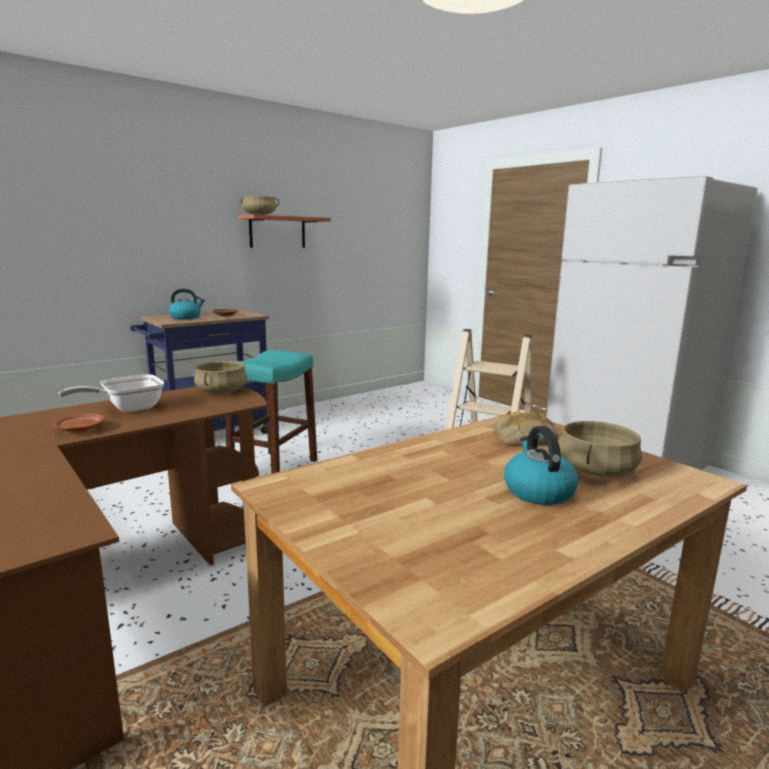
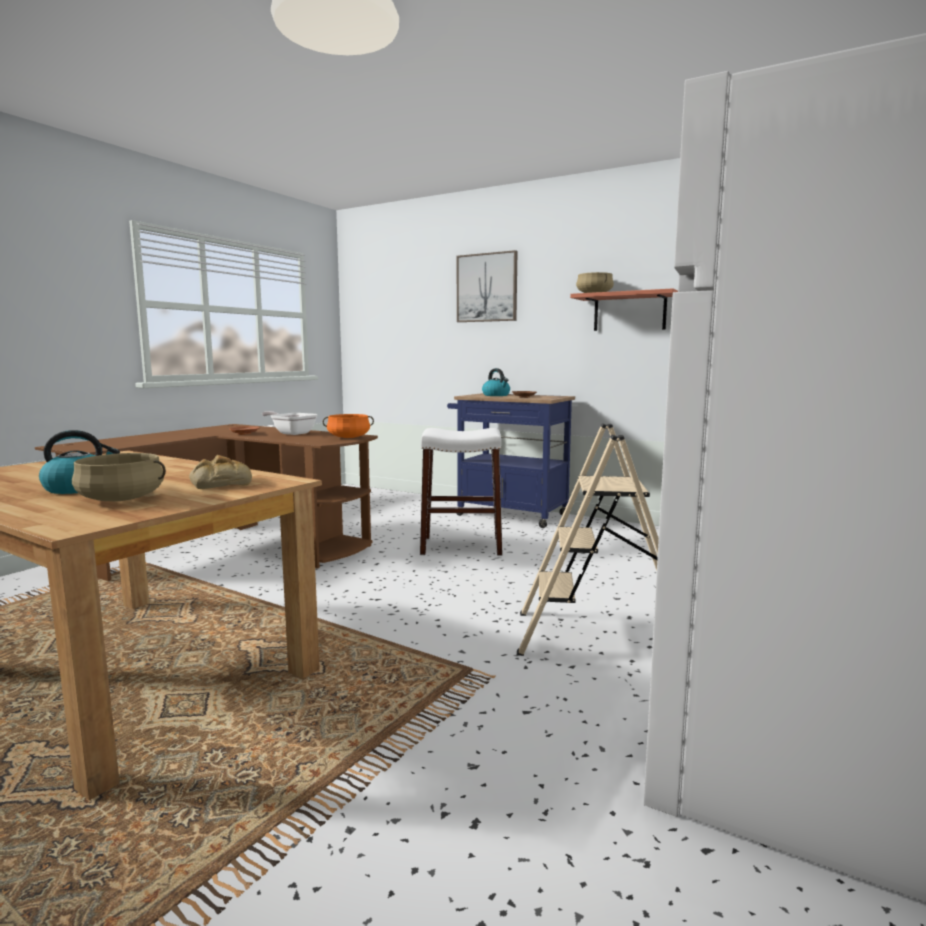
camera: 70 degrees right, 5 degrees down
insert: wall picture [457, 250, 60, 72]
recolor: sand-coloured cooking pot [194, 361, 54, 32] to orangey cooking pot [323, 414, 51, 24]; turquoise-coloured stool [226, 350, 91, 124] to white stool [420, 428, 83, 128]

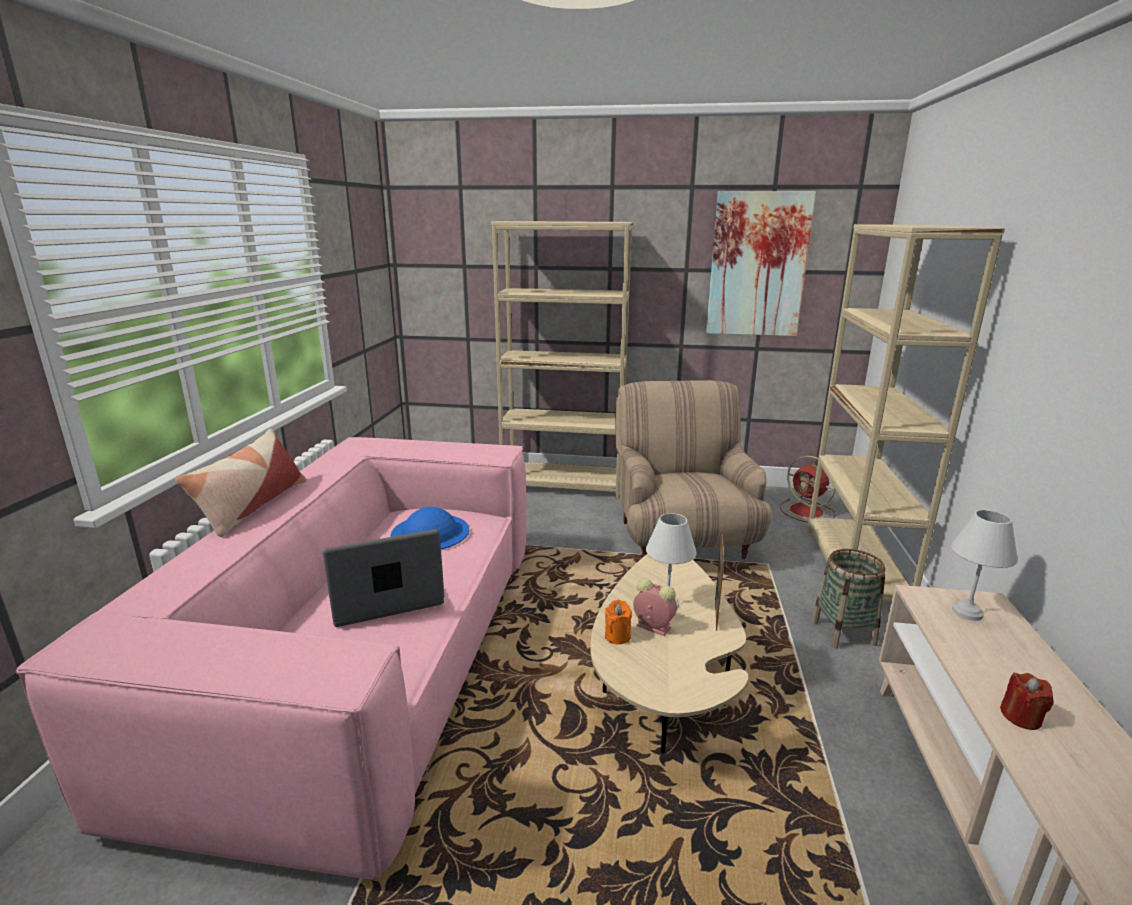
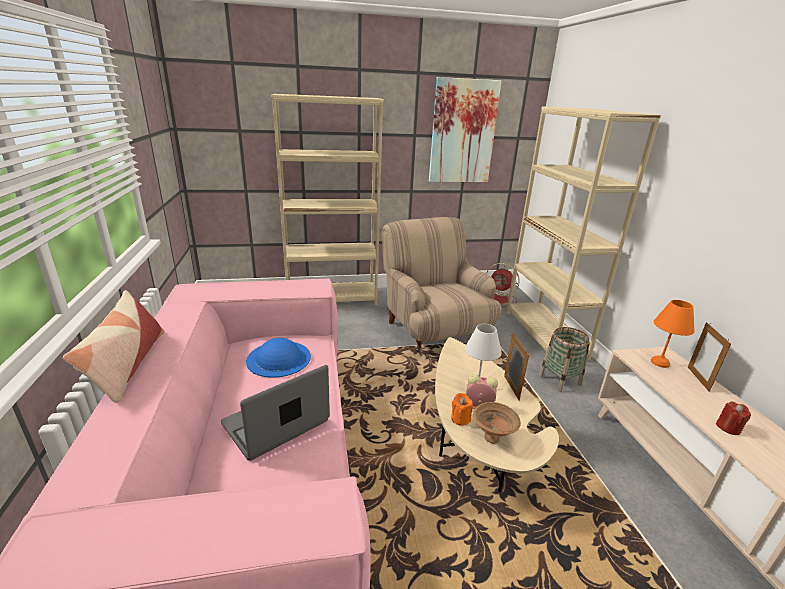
camera: 20 degrees left, 5 degrees up
insert: brownish deep dish [473, 402, 48, 42]; photo frame [688, 322, 43, 70]
recolor: white lamp for a table [951, 510, 67, 111] to orangey lamp for a table [651, 300, 43, 68]

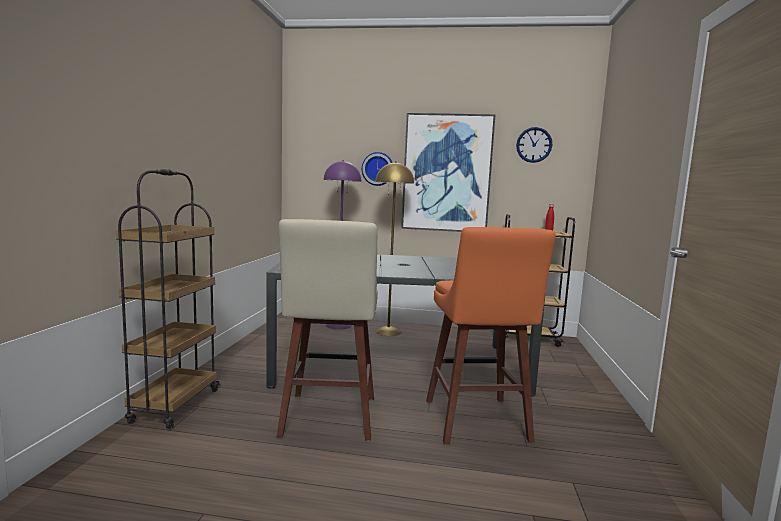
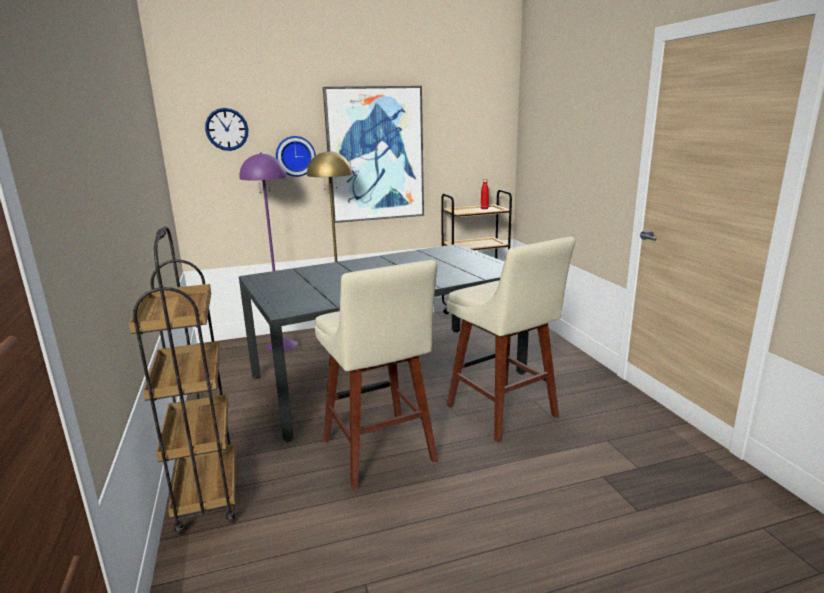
camera: 25 degrees left, 10 degrees up
move: clock on the wall [516, 127, 36, 36] to [205, 108, 43, 43]
recolor: orangey stool [426, 227, 130, 218] to sand-coloured stool [447, 237, 128, 205]

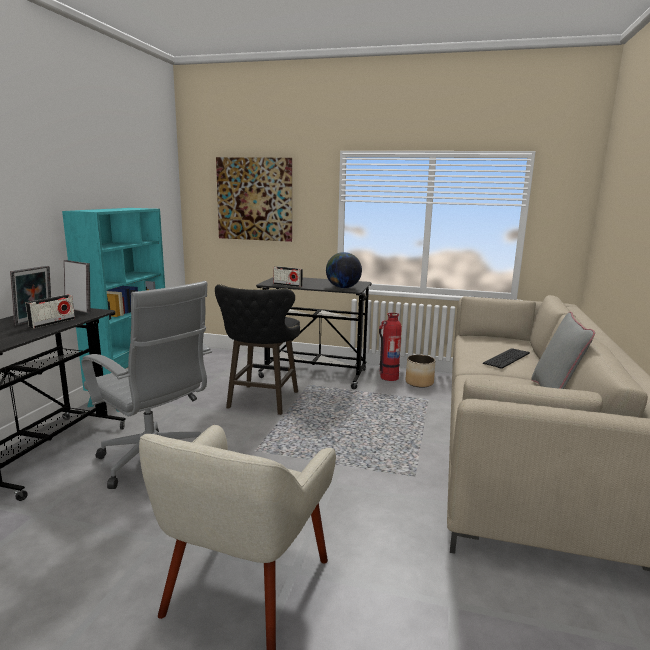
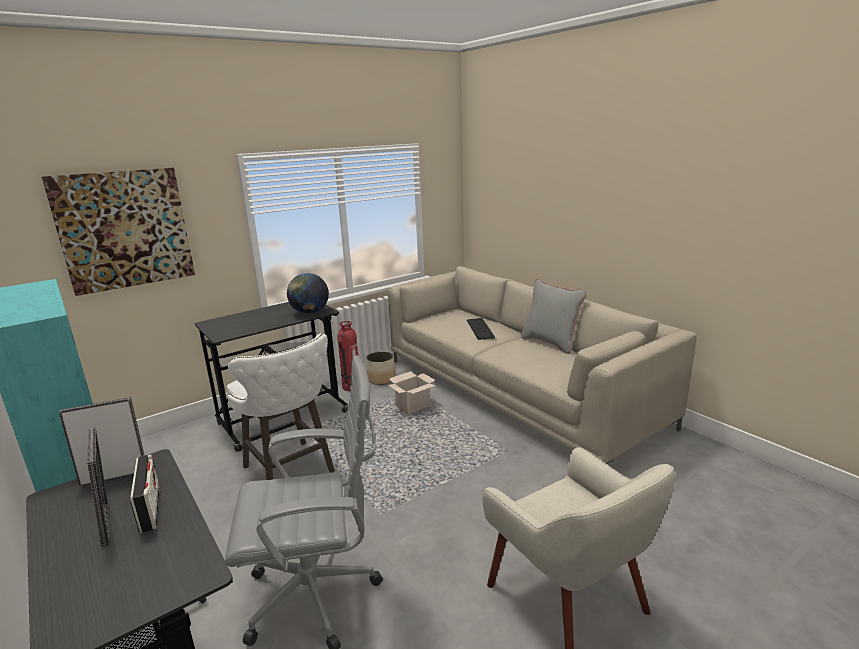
camera: 50 degrees left, 5 degrees up
delete: radio set [273, 266, 30, 21]
insert: cardboard box [388, 371, 48, 44]
recolor: black-coloured stool [215, 284, 85, 131] to white stool [227, 333, 108, 147]

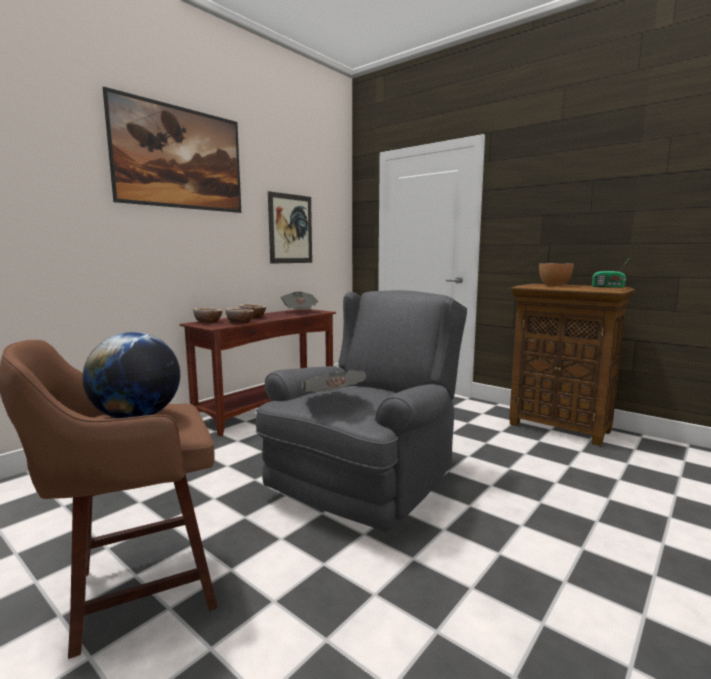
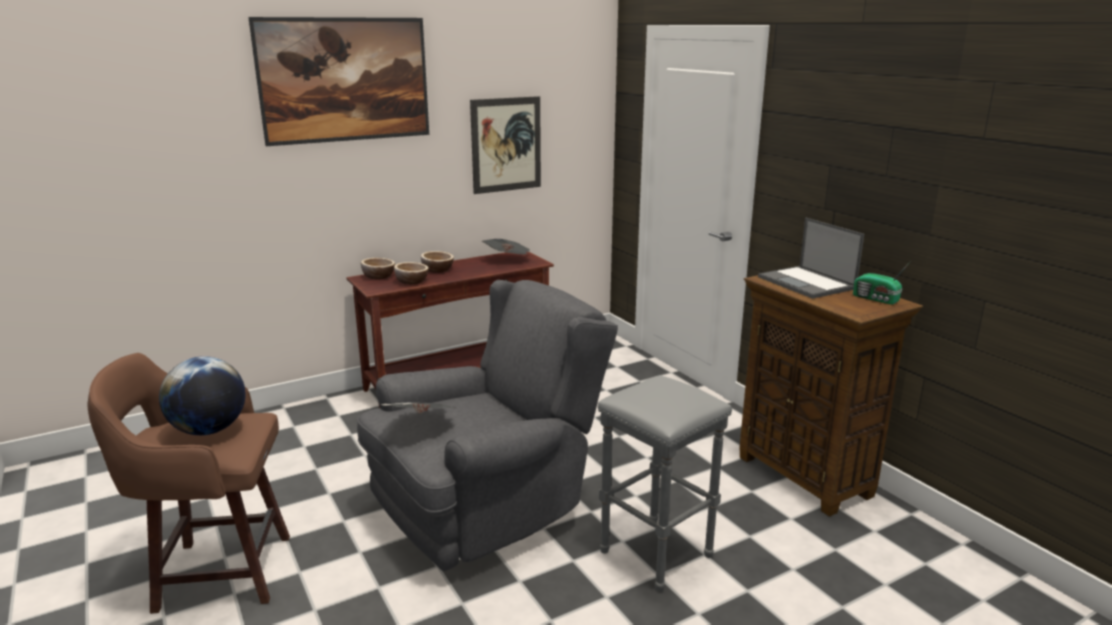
camera: 20 degrees right, 10 degrees up
insert: grey stool [598, 375, 134, 217]
replace: deep dish [539, 263, 35, 23] to portable computer [758, 218, 106, 81]

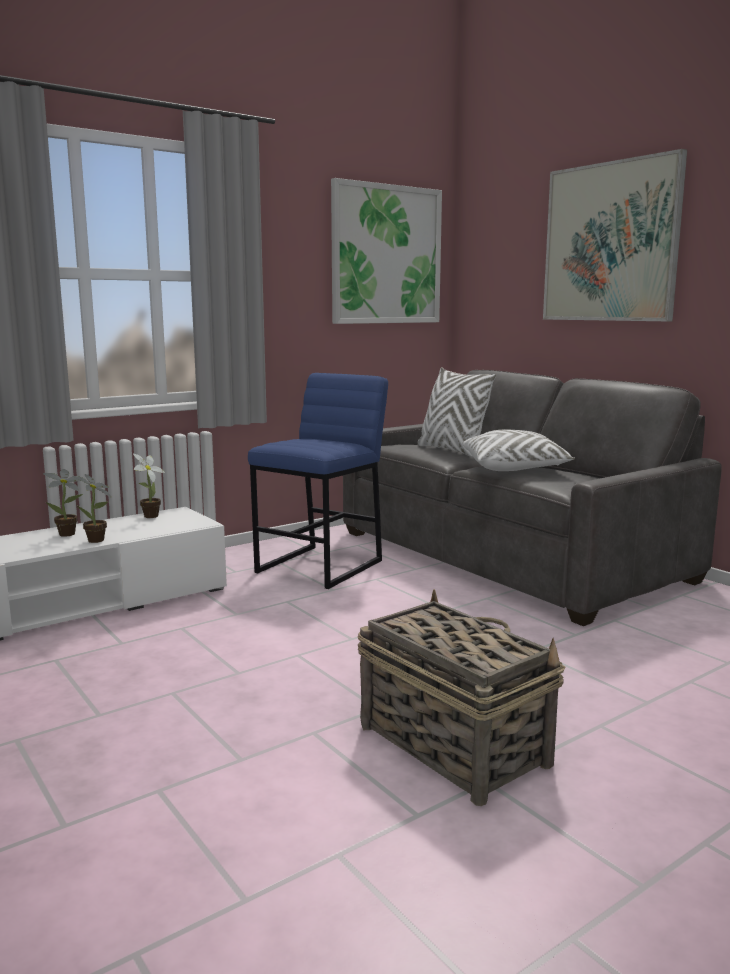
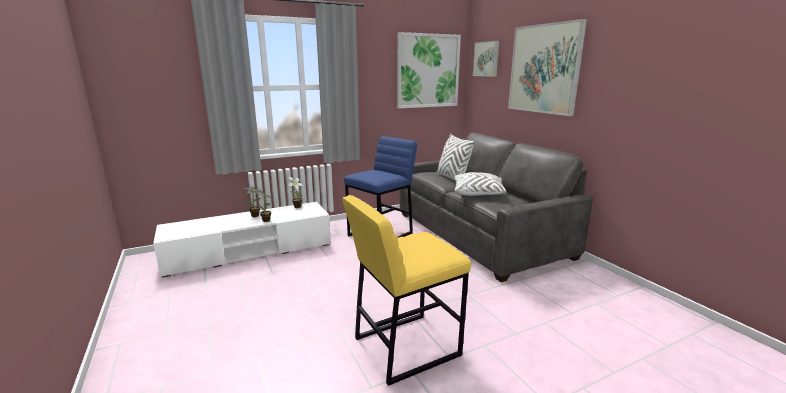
camera: 10 degrees right, 5 degrees up
insert: wall picture [473, 41, 26, 36]
replace: household basket [358, 589, 208, 217] to yellow stool [342, 195, 129, 191]

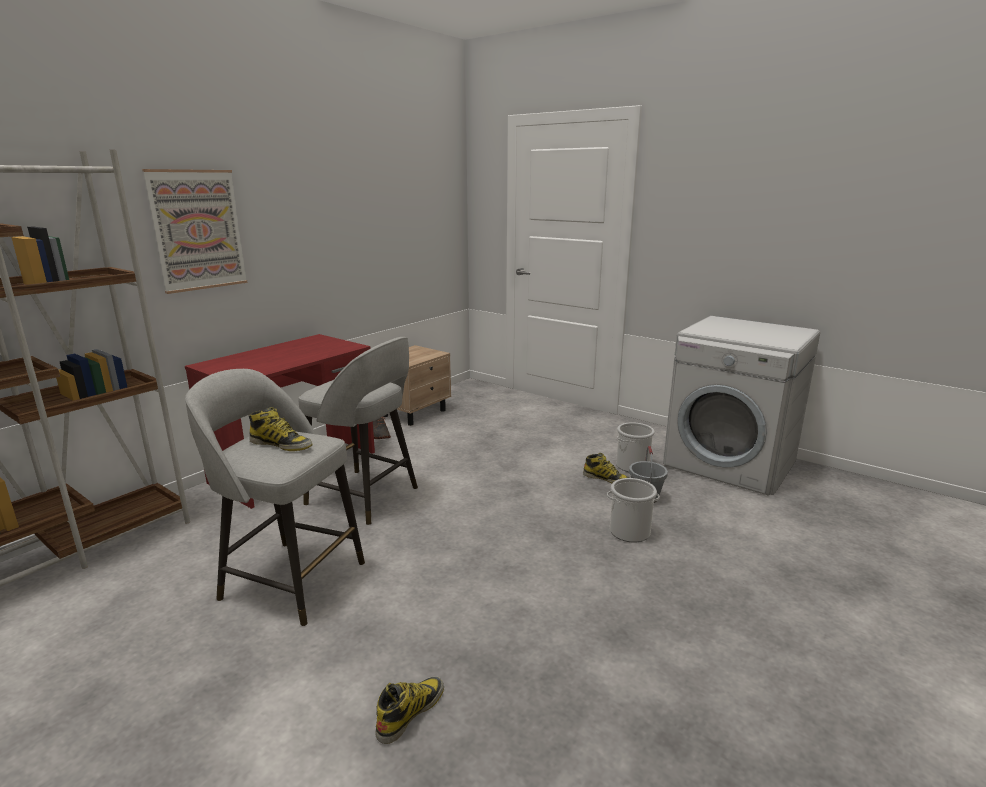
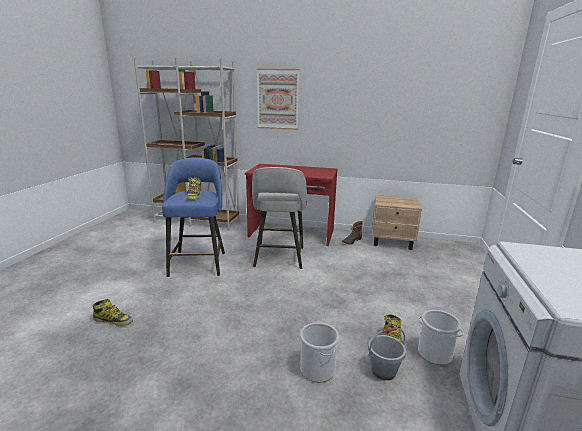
camera: 65 degrees right, 0 degrees up
recolor: grey stool [185, 369, 180, 257] to blue stool [162, 157, 63, 120]

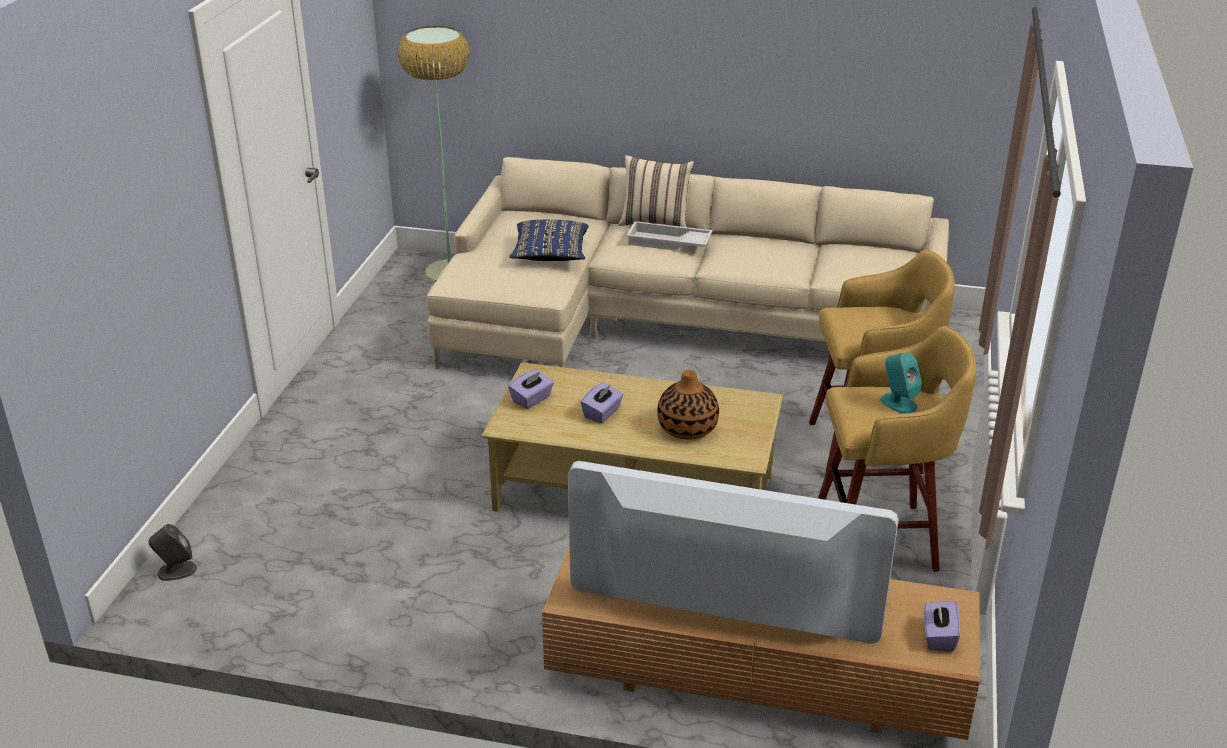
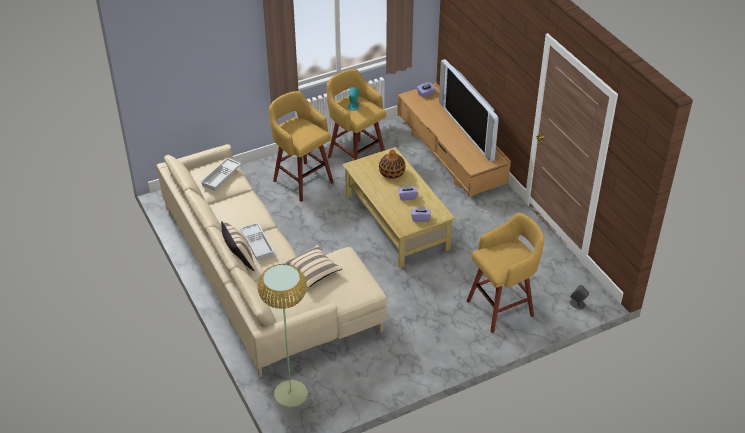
camera: 130 degrees left, 10 degrees up
insert: white serving tray [200, 158, 41, 33]; yellow stool [467, 212, 77, 121]
recolor: blue throw pillow [509, 219, 79, 42] to sand-coloured throw pillow [283, 245, 60, 43]

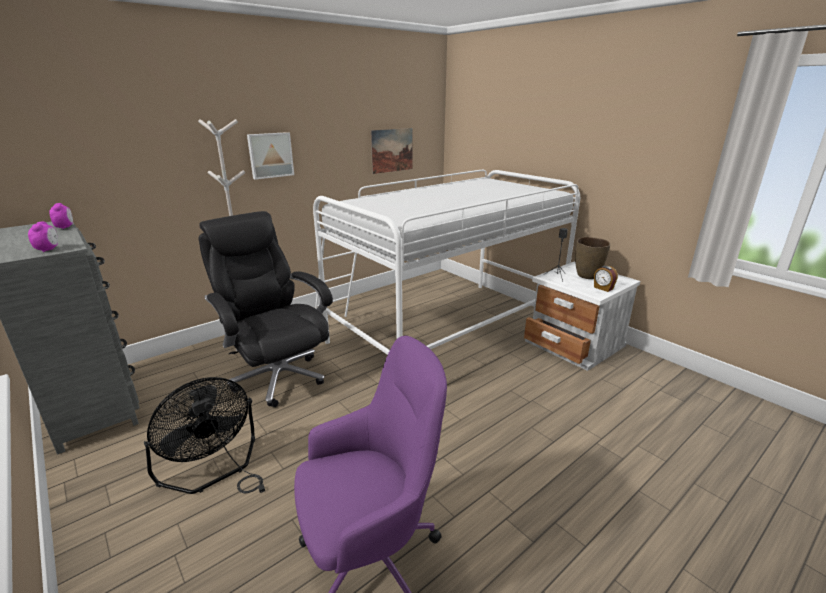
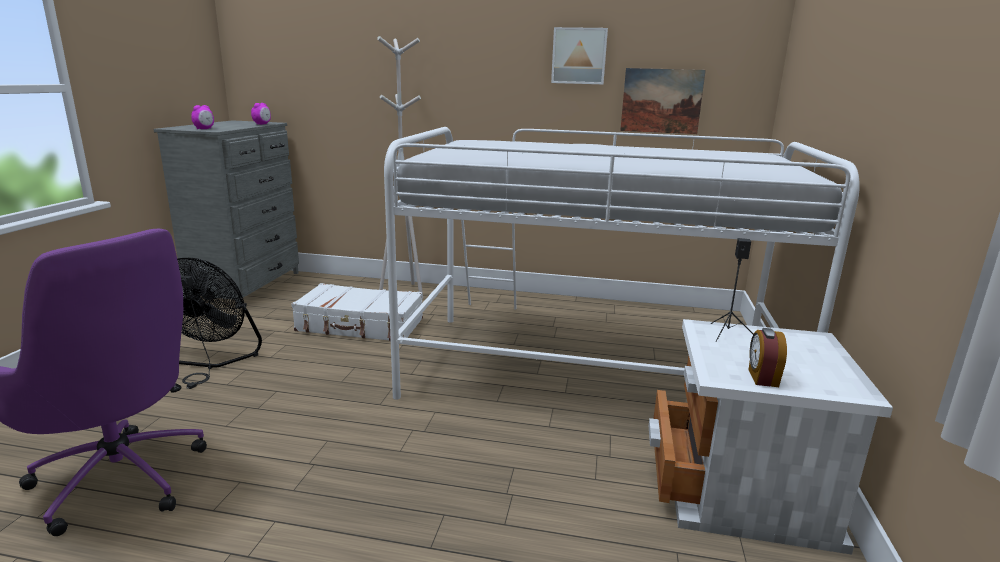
camera: 50 degrees right, 5 degrees down
delete: brownish flower vase [575, 237, 35, 42]
move: wall picture [247, 132, 47, 48] to [551, 27, 57, 57]
replace: black-coloured office chair [199, 211, 134, 196] to white piece of luggage [291, 283, 132, 58]

